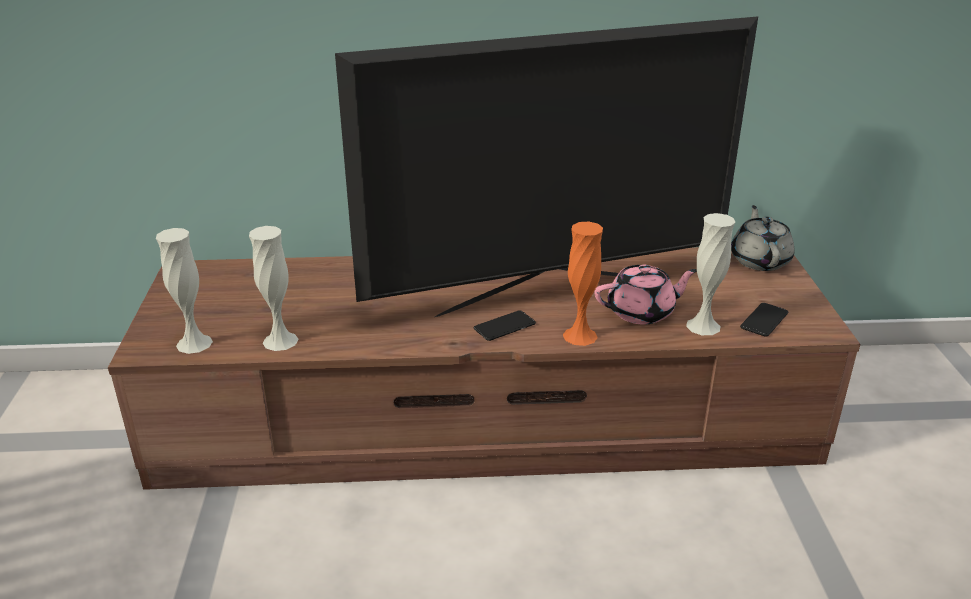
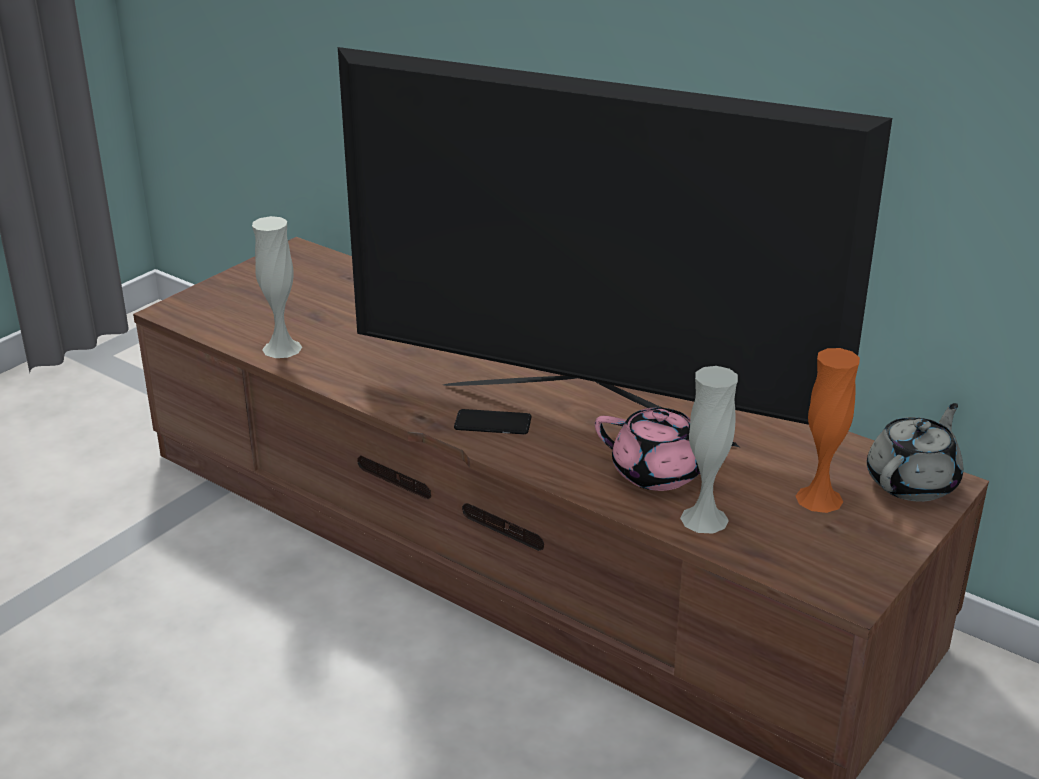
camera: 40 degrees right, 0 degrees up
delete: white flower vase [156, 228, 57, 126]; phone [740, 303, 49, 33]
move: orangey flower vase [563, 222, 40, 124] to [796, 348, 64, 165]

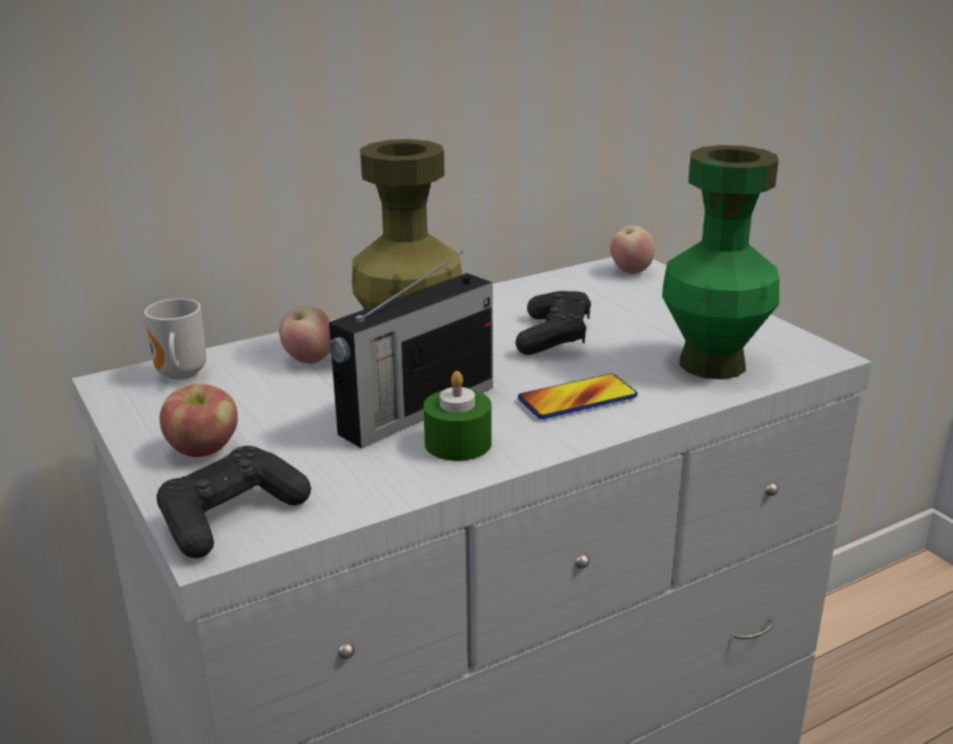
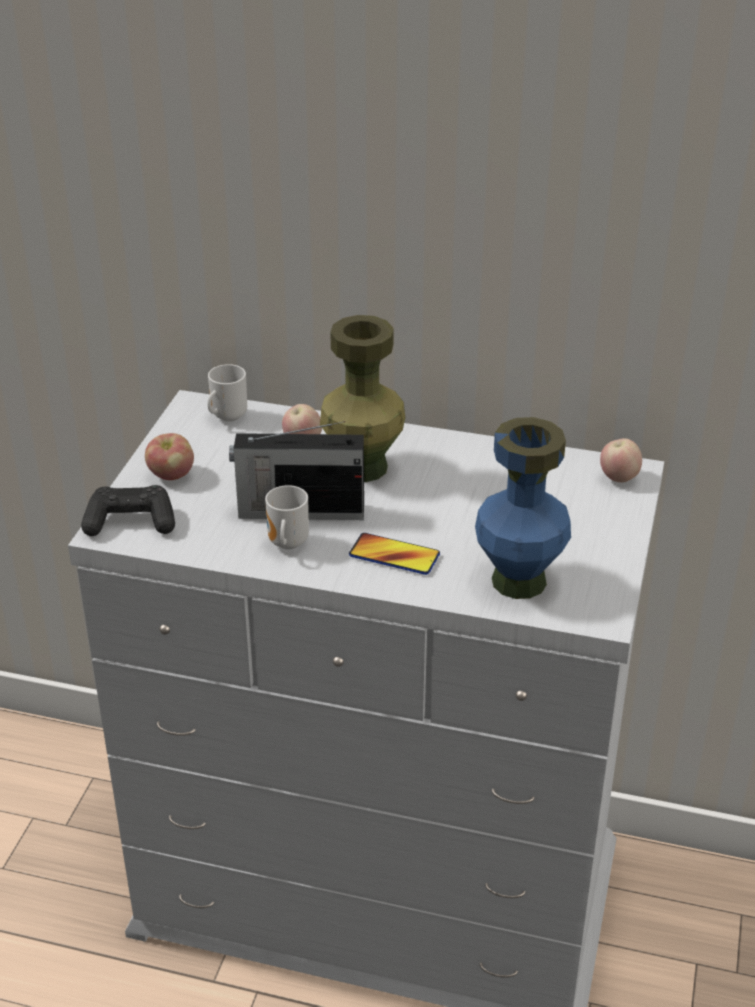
camera: 45 degrees right, 10 degrees up
delete: black-coloured game controller [516, 291, 75, 64]
replace: green candle [423, 371, 69, 90] to tea mug [265, 485, 44, 64]
recolor: green flower vase [662, 145, 117, 234] to blue flower vase [475, 417, 96, 182]

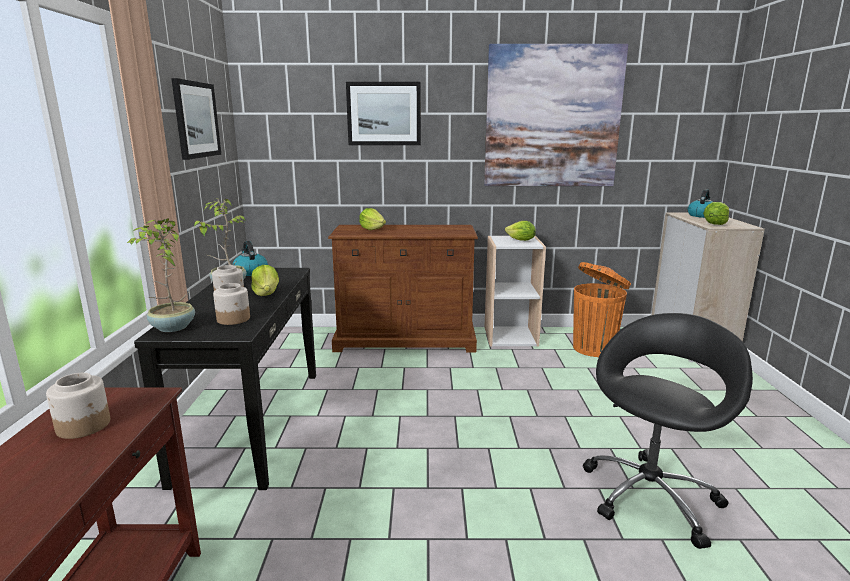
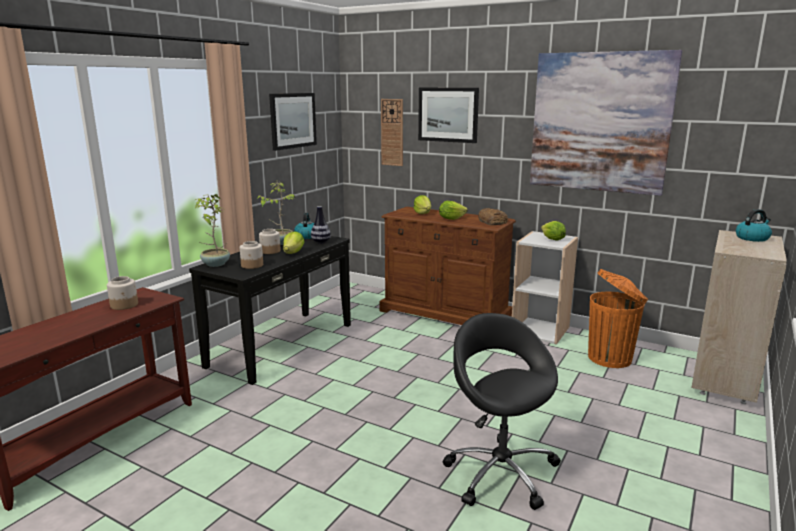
camera: 30 degrees right, 0 degrees up
insert: flower vase [311, 206, 20, 38]; clock on the wall [381, 99, 22, 67]; bakery bread [478, 208, 30, 17]
move: lettuce head [703, 202, 26, 23] to [439, 201, 29, 19]
rotate: black-coloured office chair [583, 313, 170, 236] = [443, 313, 118, 197] 120 degrees counterclockwise

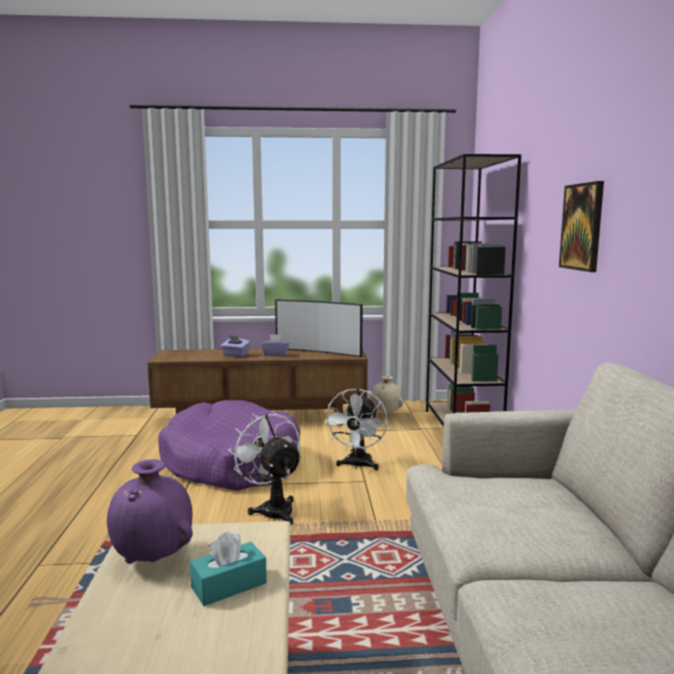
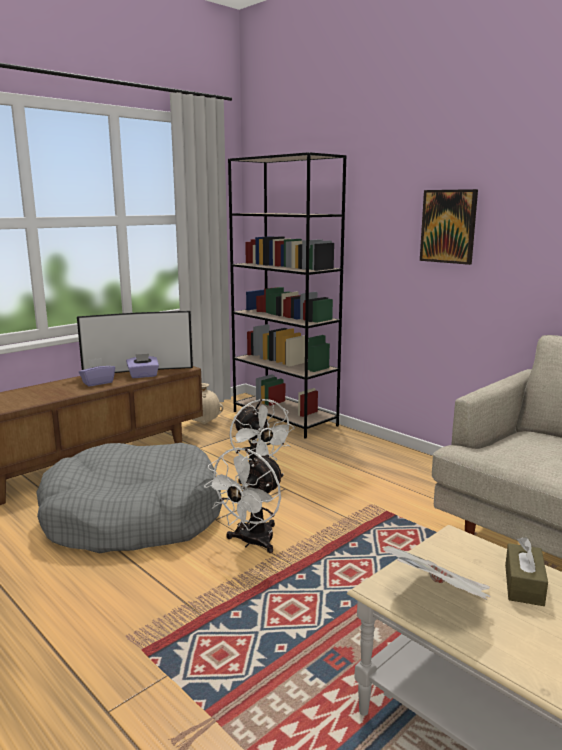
camera: 40 degrees left, 5 degrees up
move: purple tissue holder [220, 335, 31, 22] to [126, 354, 33, 24]
replace: purple flower vase [107, 459, 86, 105] to newspaper [384, 546, 107, 54]
recolor: purple dog cushion [158, 400, 142, 91] to grey dog cushion [36, 443, 186, 110]; turquoise-coloured tissue holder [190, 531, 77, 75] to brownish tissue holder [505, 537, 43, 69]
rotate: white fan [229, 411, 73, 114] = [204, 447, 80, 106] 75 degrees counterclockwise

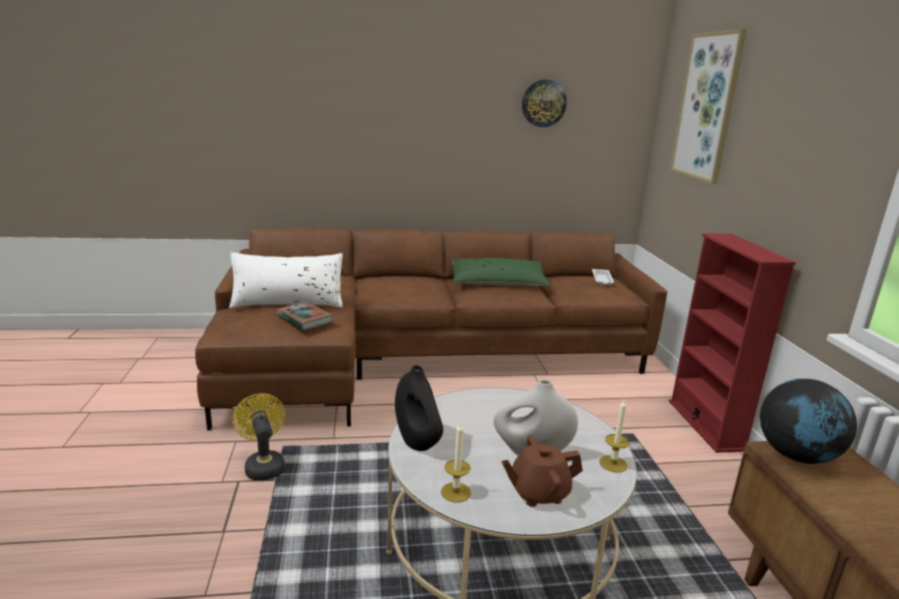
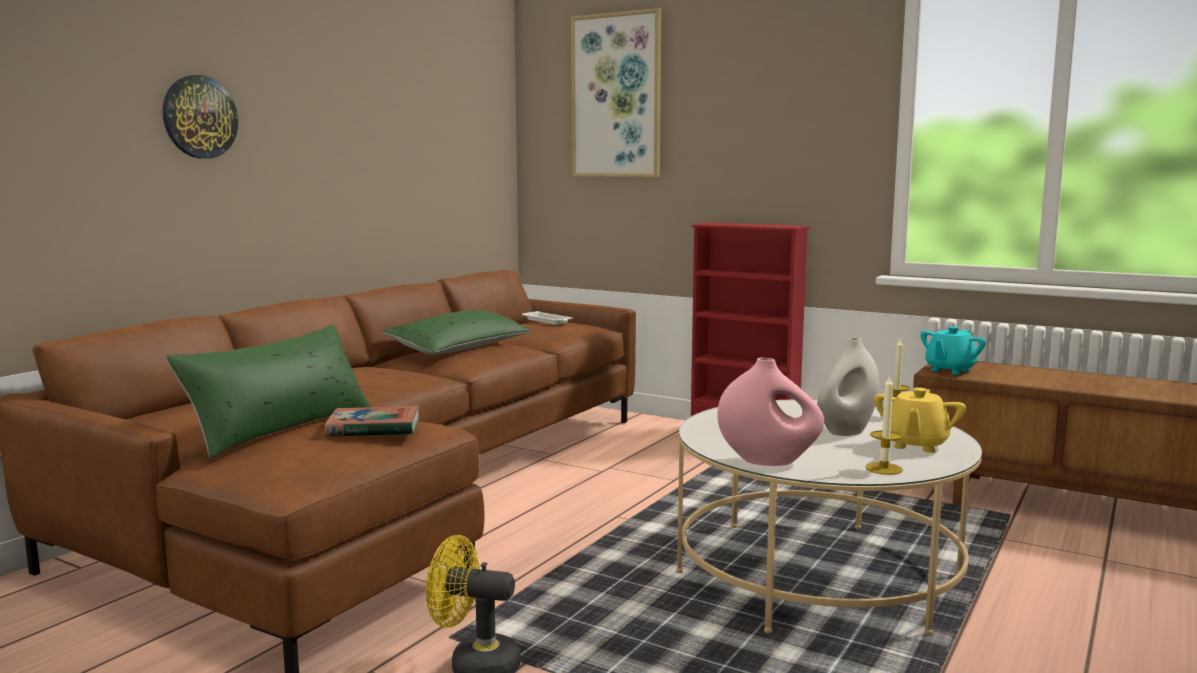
camera: 50 degrees left, 10 degrees down
move: clock on the wall [522, 80, 45, 47] to [163, 75, 75, 84]
replace: globe [760, 379, 97, 85] to turquoise-coloured tea pot [920, 326, 66, 49]
recolor: white throw pillow [229, 252, 114, 56] to green throw pillow [166, 324, 205, 134]; black-coloured flower vase [395, 365, 48, 86] to pinkish flower vase [717, 357, 107, 109]; brownish tea pot [502, 435, 81, 72] to yellow tea pot [874, 387, 92, 66]

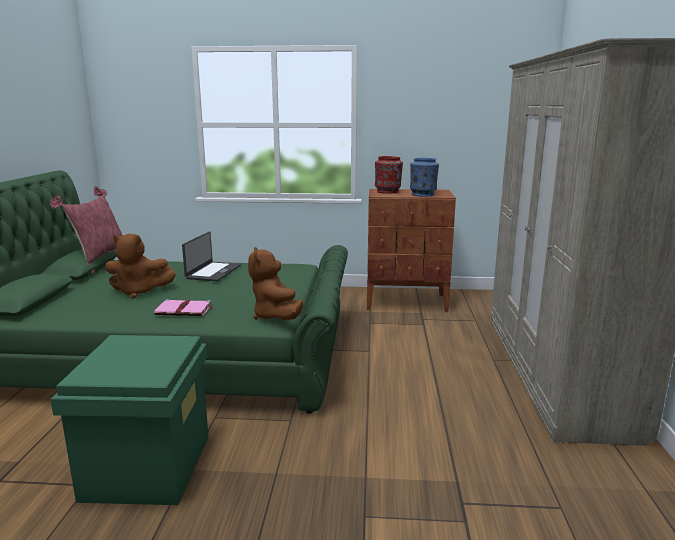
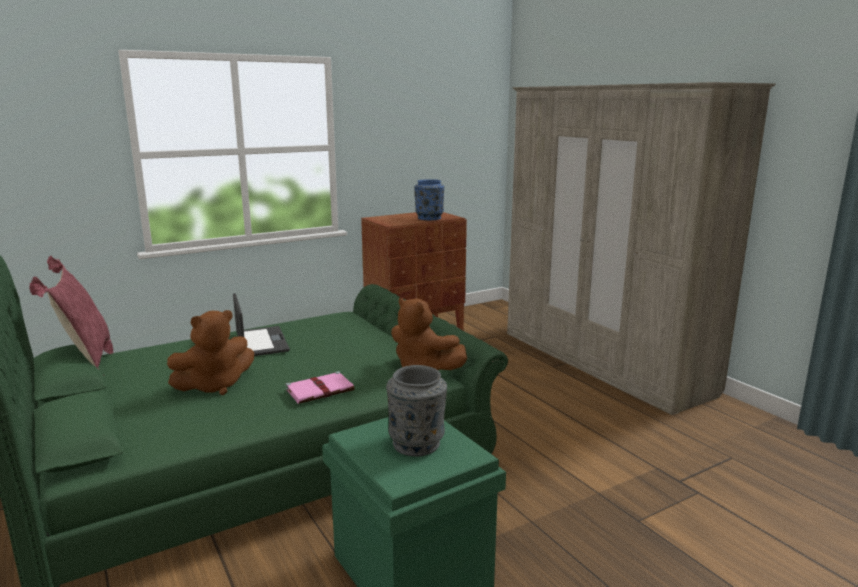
camera: 35 degrees left, 0 degrees up
delete: red flower vase [375, 156, 28, 38]
insert: grey flower vase [386, 365, 61, 91]

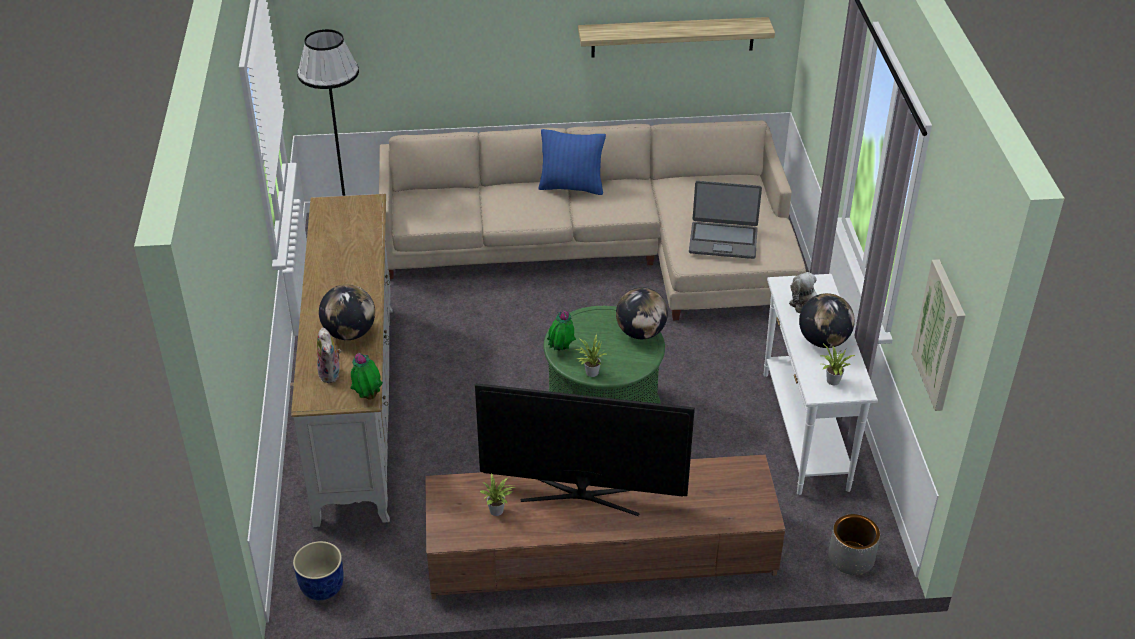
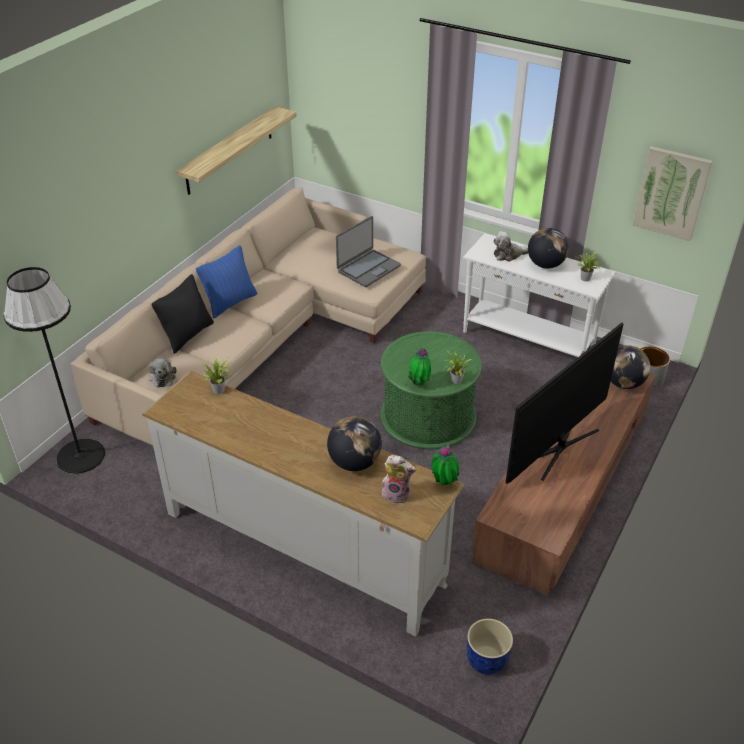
camera: 55 degrees left, 0 degrees up
insert: soft toy [148, 357, 29, 31]; black-coloured throw pillow [152, 274, 62, 80]
move: plant in a pot [480, 472, 35, 44] to [201, 357, 31, 37]; globe [616, 287, 52, 52] to [611, 346, 39, 43]

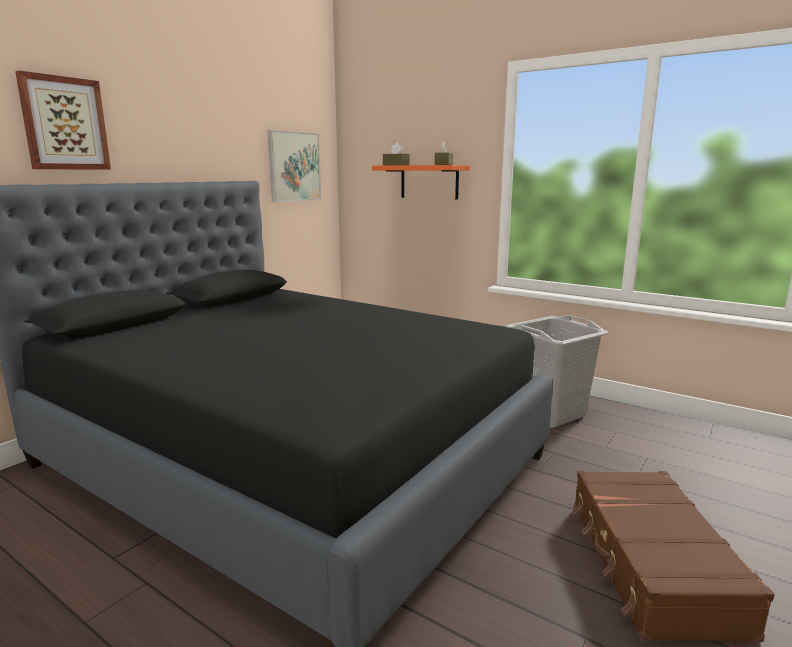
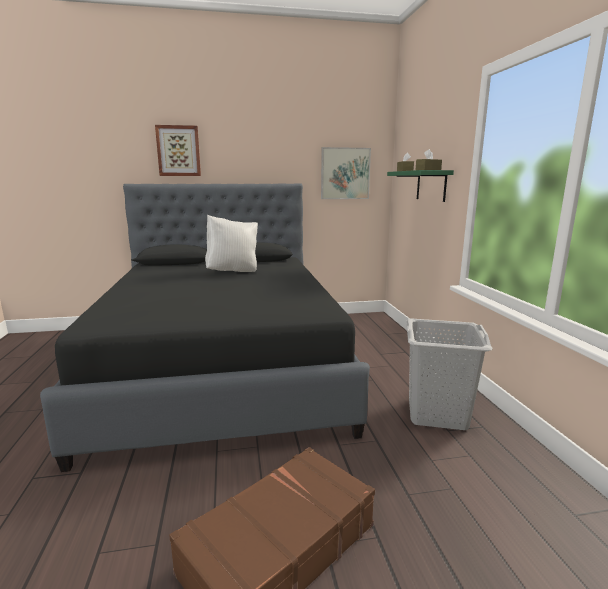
camera: 45 degrees right, 0 degrees up
insert: white throw pillow [205, 215, 53, 57]
recolor: orangey shelf [372, 165, 98, 35] to green shelf [387, 170, 67, 32]

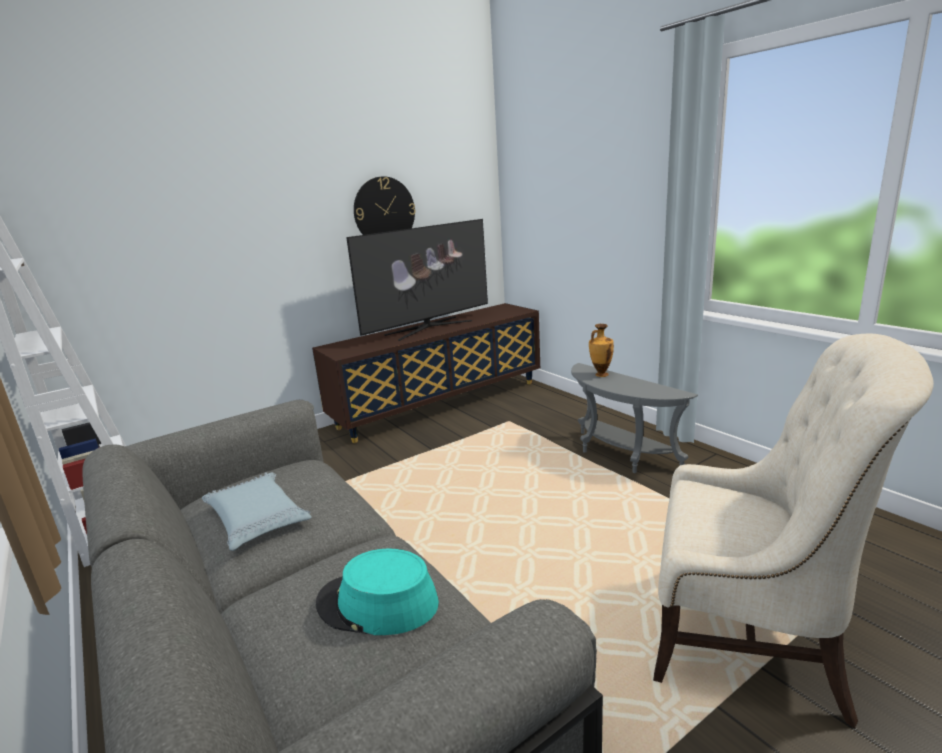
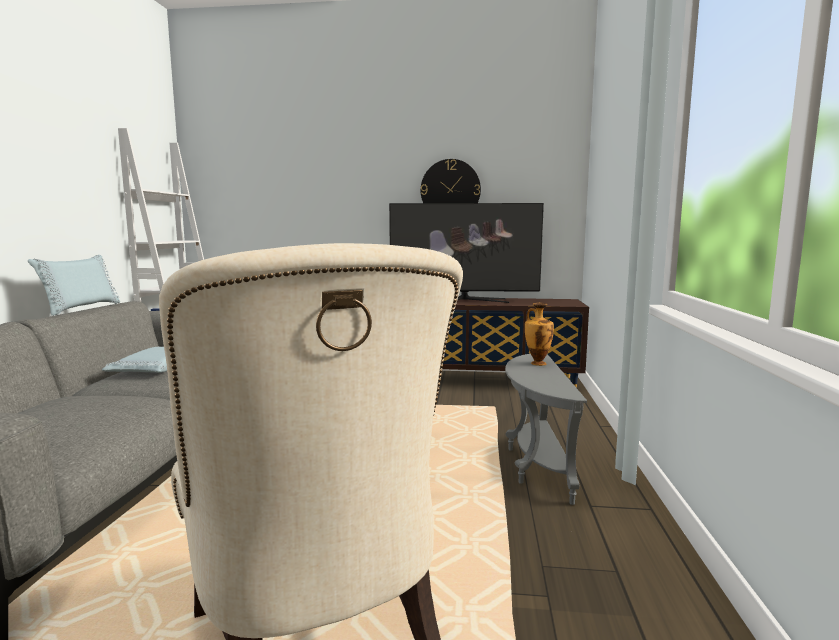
camera: 40 degrees right, 10 degrees down
delete: turquoise-coloured wearable hat [316, 549, 123, 86]
insert: blue throw pillow [28, 255, 92, 61]

